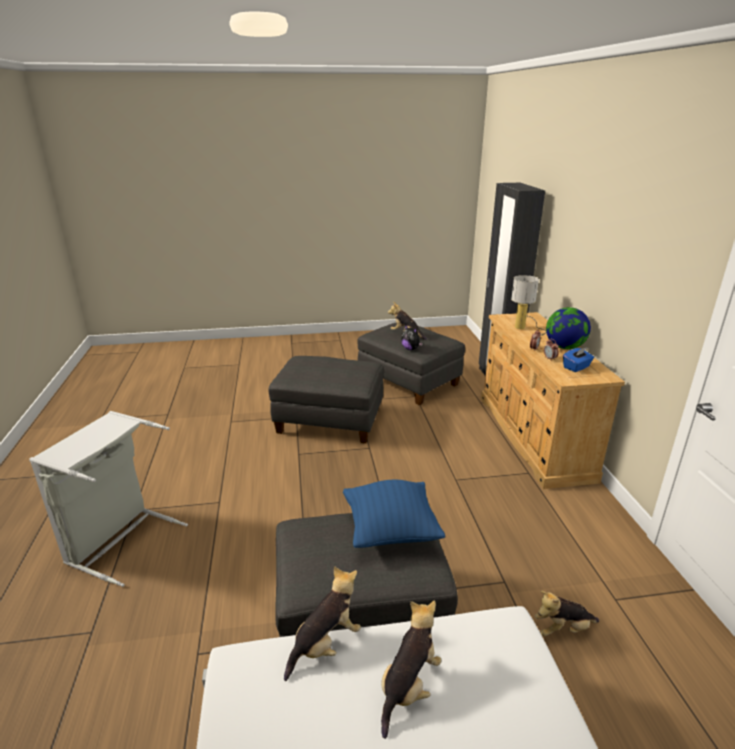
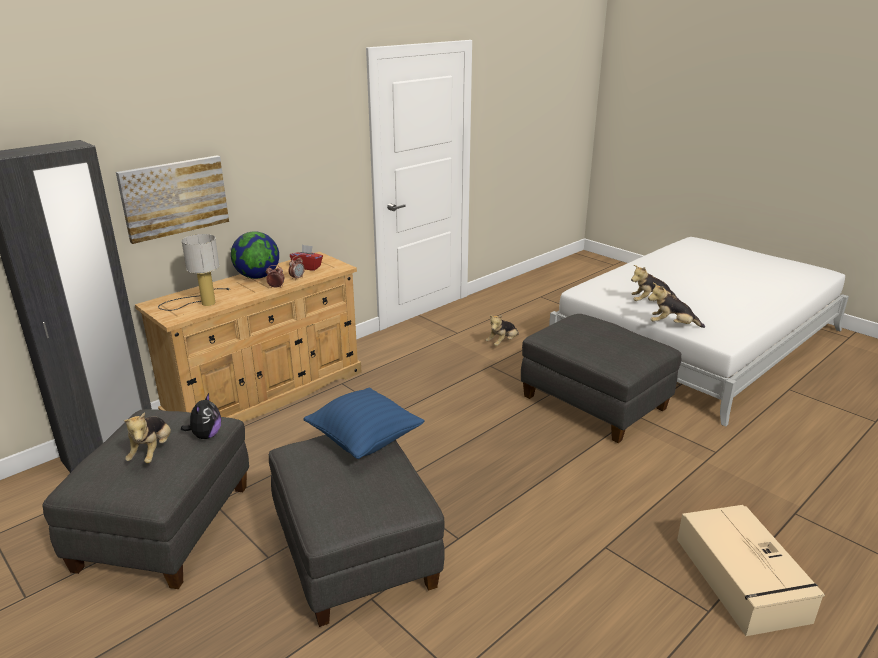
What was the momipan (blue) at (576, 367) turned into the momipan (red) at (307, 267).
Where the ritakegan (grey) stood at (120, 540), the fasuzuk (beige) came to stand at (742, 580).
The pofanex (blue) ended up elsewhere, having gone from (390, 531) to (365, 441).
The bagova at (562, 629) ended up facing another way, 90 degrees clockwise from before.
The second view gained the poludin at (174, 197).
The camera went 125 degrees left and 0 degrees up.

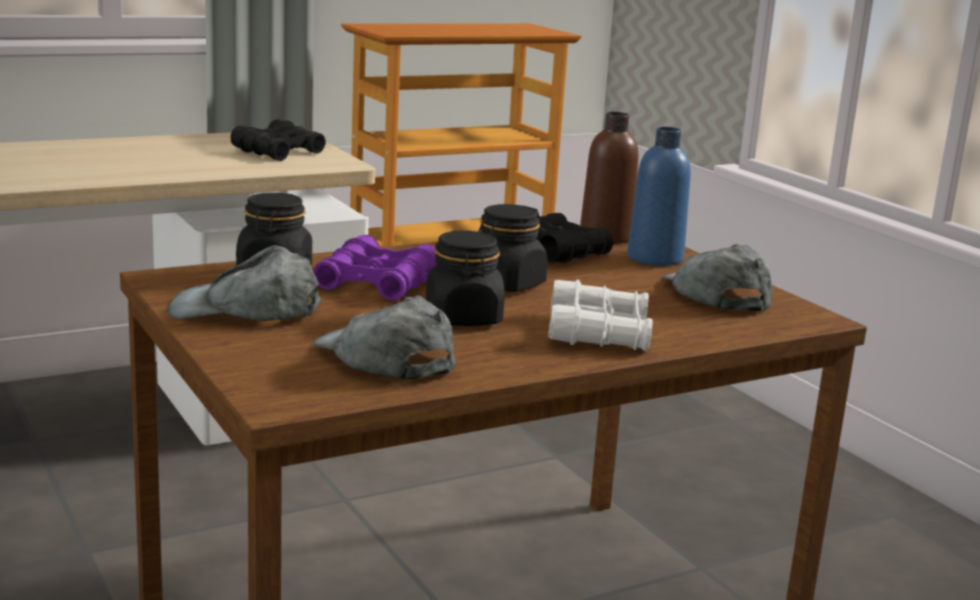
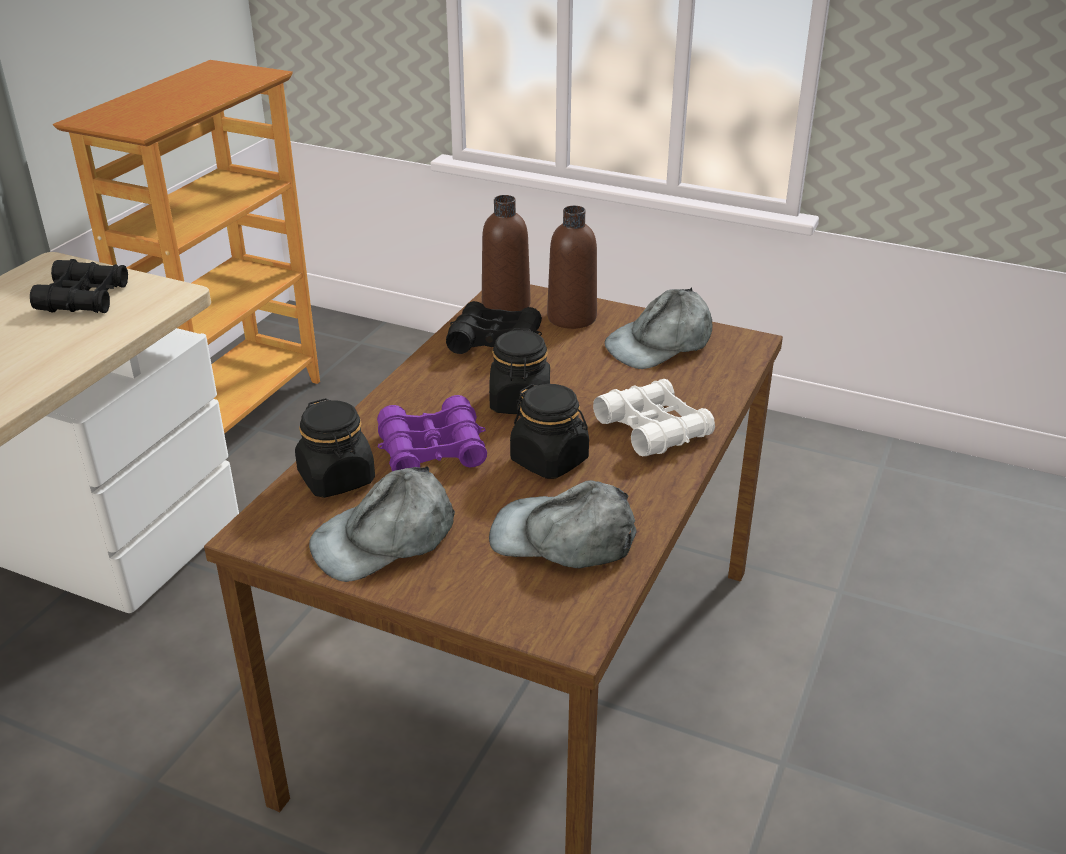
What was the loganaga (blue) at (655, 258) turned into the loganaga (brown) at (571, 318).
The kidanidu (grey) at (715, 293) ended up facing another way, 75 degrees counterclockwise from before.
The camera went 35 degrees left and 15 degrees up.

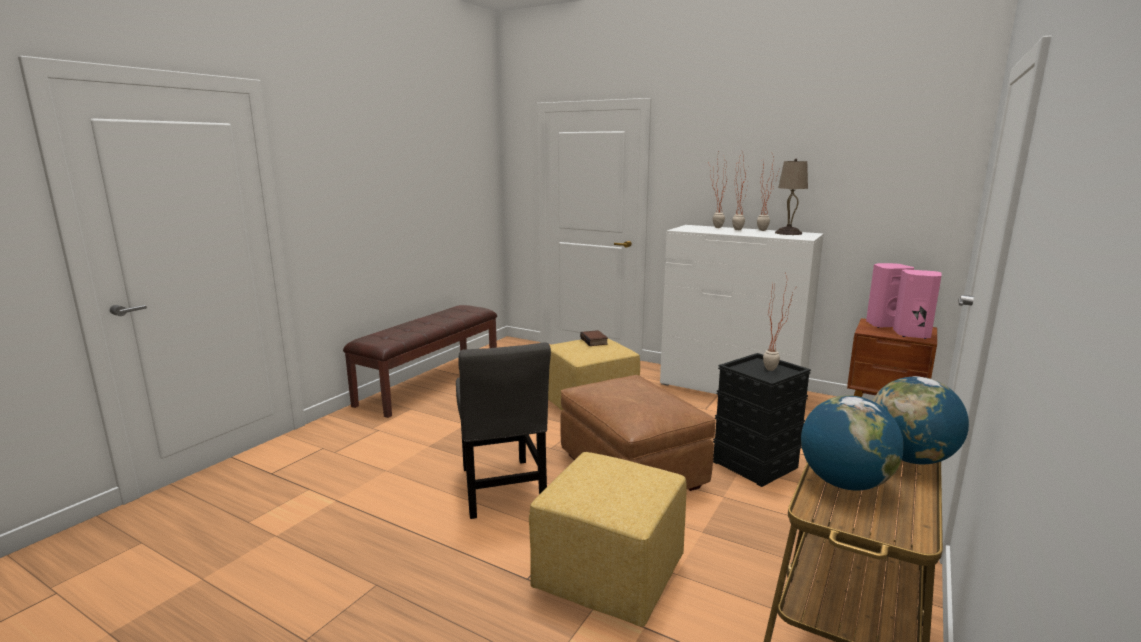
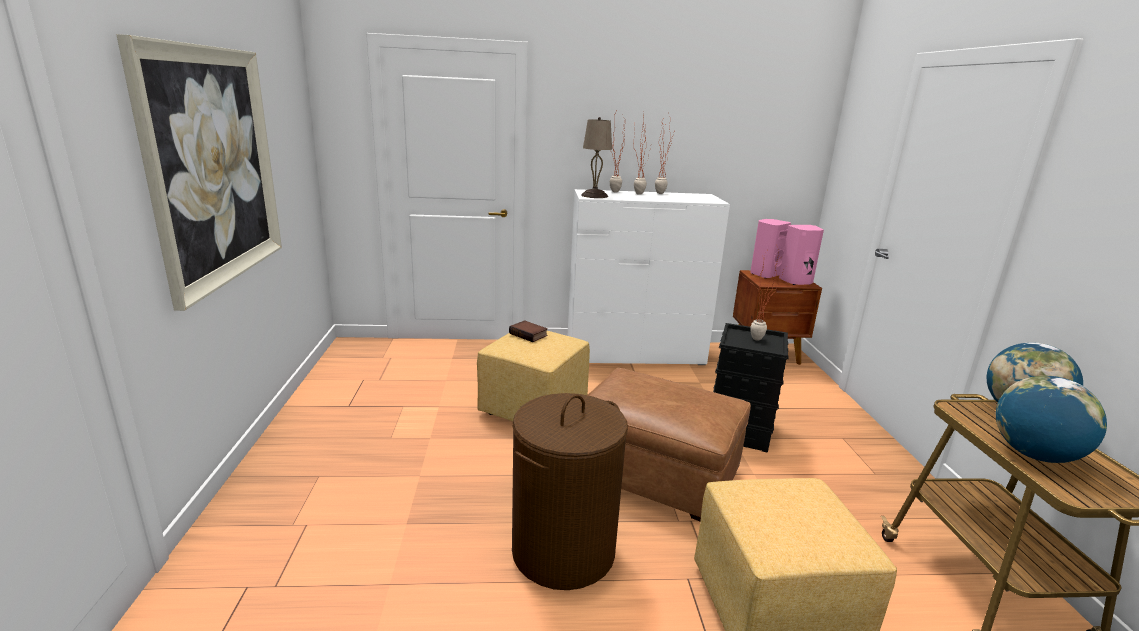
The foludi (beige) ended up elsewhere, having gone from (788, 233) to (594, 195).
The second view lost the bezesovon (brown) at (430, 383).
Where the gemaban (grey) stood at (502, 490), the ritakegan (brown) came to stand at (563, 551).
The second view gained the poludin at (214, 167).
The camera went 35 degrees left and 5 degrees up.

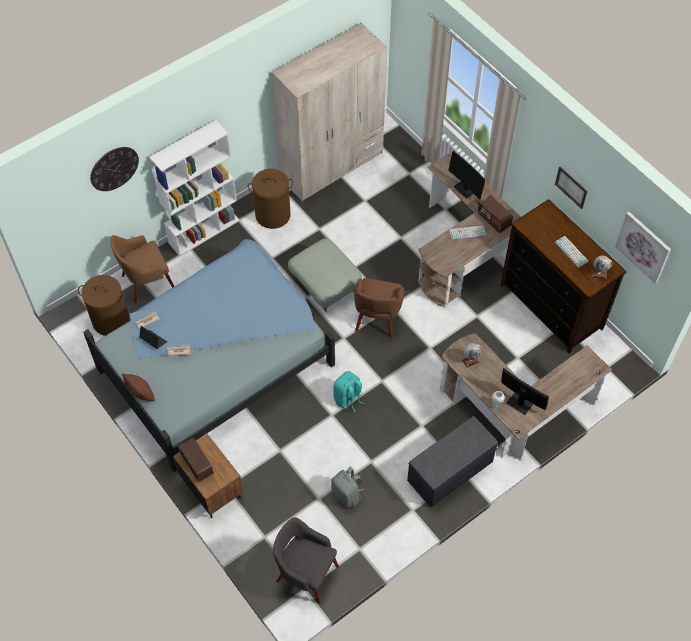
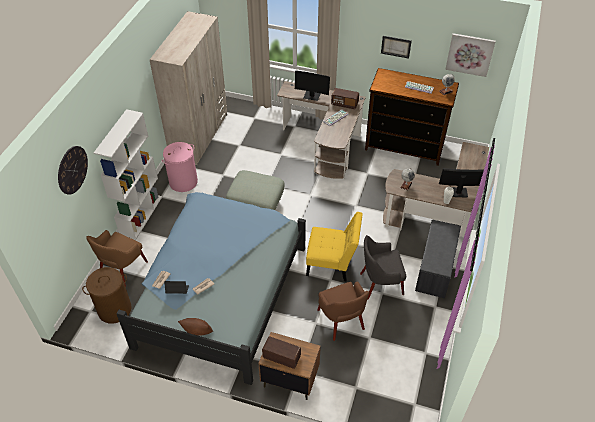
What was the ritakegan (brown) at (273, 214) turned into the ritakegan (pink) at (183, 182).
The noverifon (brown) ended up elsewhere, having gone from (377, 318) to (341, 320).
Where the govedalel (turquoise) stood at (348, 399), the gemaban (yellow) came to stand at (332, 264).
The second view lost the govedalel (grey) at (347, 494).
The noverifon (grey) ended up elsewhere, having gone from (306, 573) to (380, 284).
The camera went 35 degrees left and 10 degrees down.

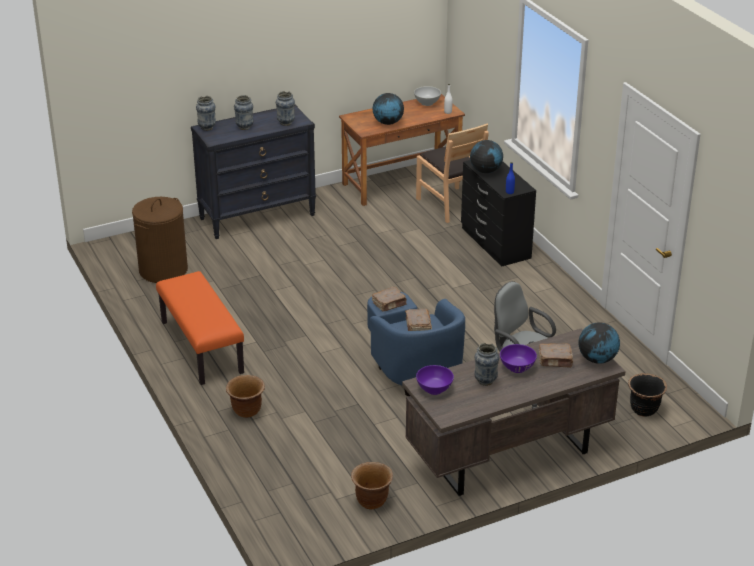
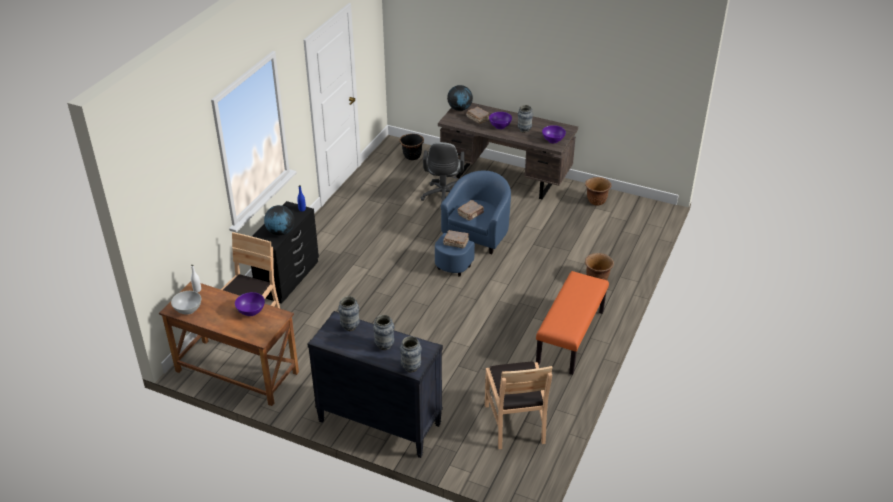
Where the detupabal stood at (388, 123), the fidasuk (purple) came to stand at (251, 311).
Where the ritakegan (brown) stood at (163, 270), the gemaban (brown) came to stand at (515, 423).
The camera went 130 degrees left and 5 degrees up.

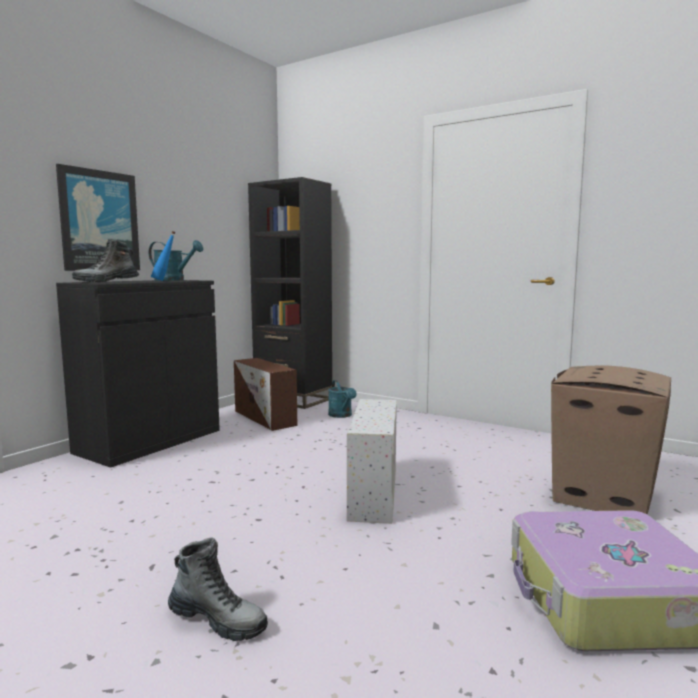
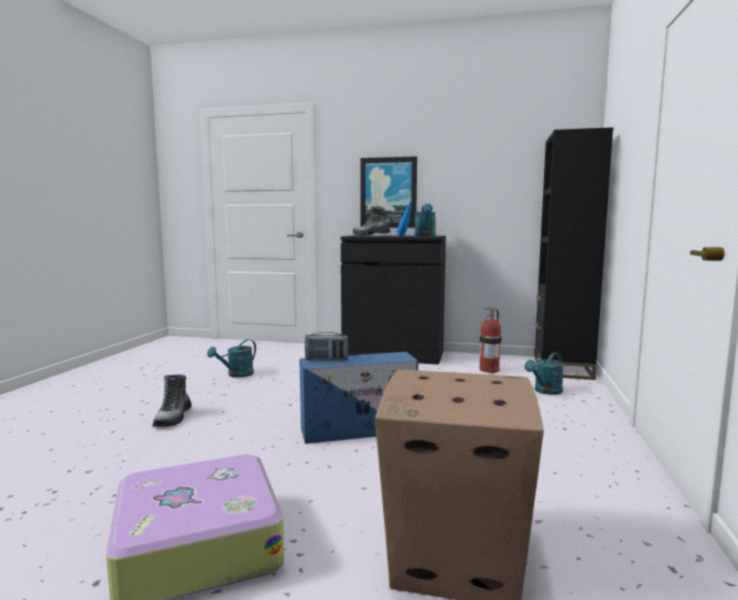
Where the fasuzuk (brown) stood at (265, 418), the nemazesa came to stand at (489, 370).
What was the fasuzuk (white) at (373, 492) turned into the fasuzuk (blue) at (360, 430).
The second view gained the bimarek at (326, 360).
The second view gained the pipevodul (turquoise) at (236, 375).
The camera went 70 degrees right and 0 degrees up.

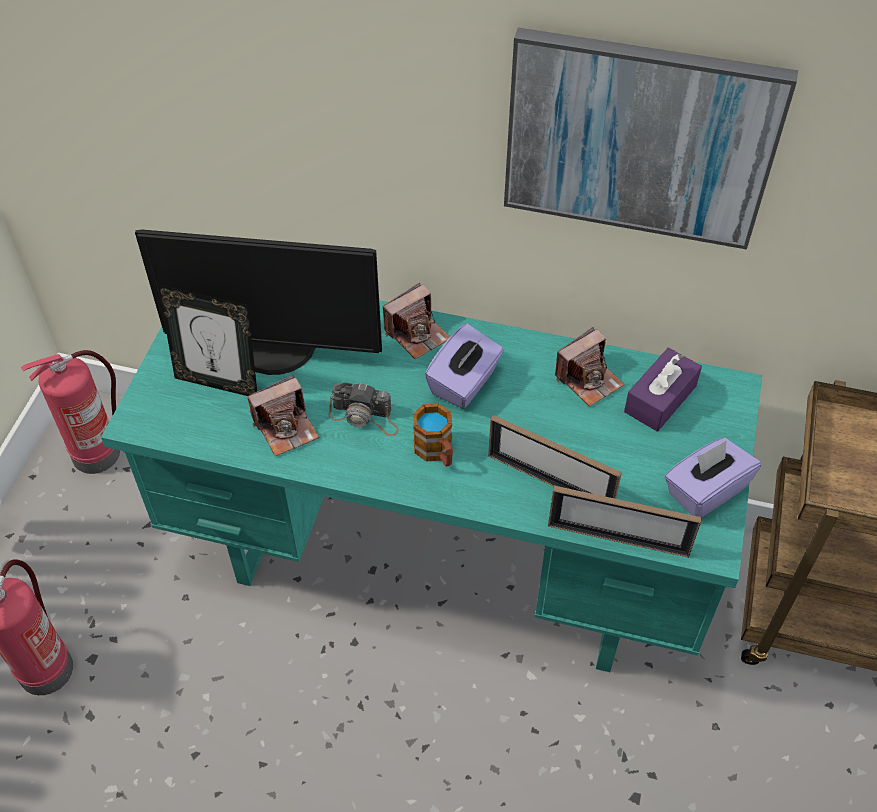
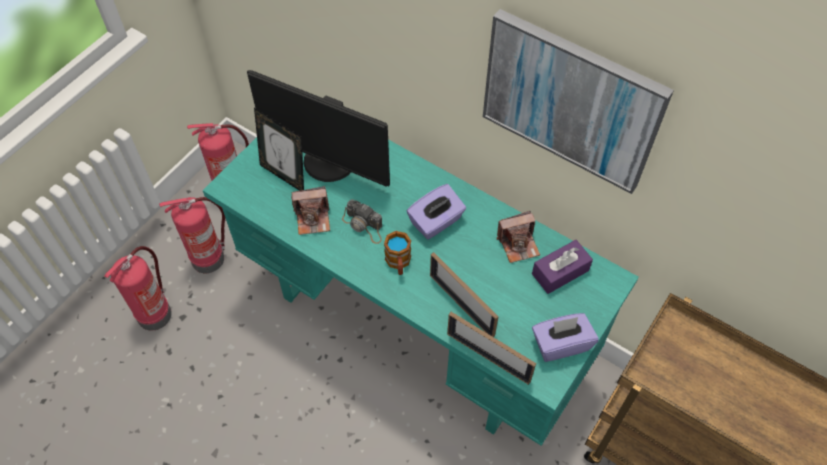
The second view lost the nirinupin at (417, 334).
The second view gained the nemazesa at (209, 258).
The camera went 20 degrees right and 5 degrees up.

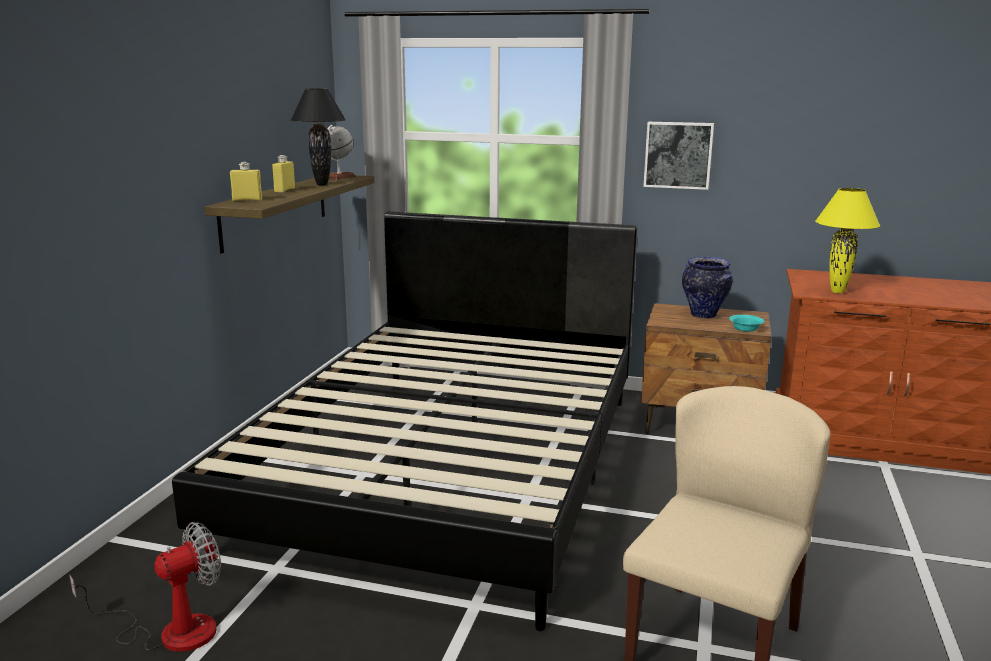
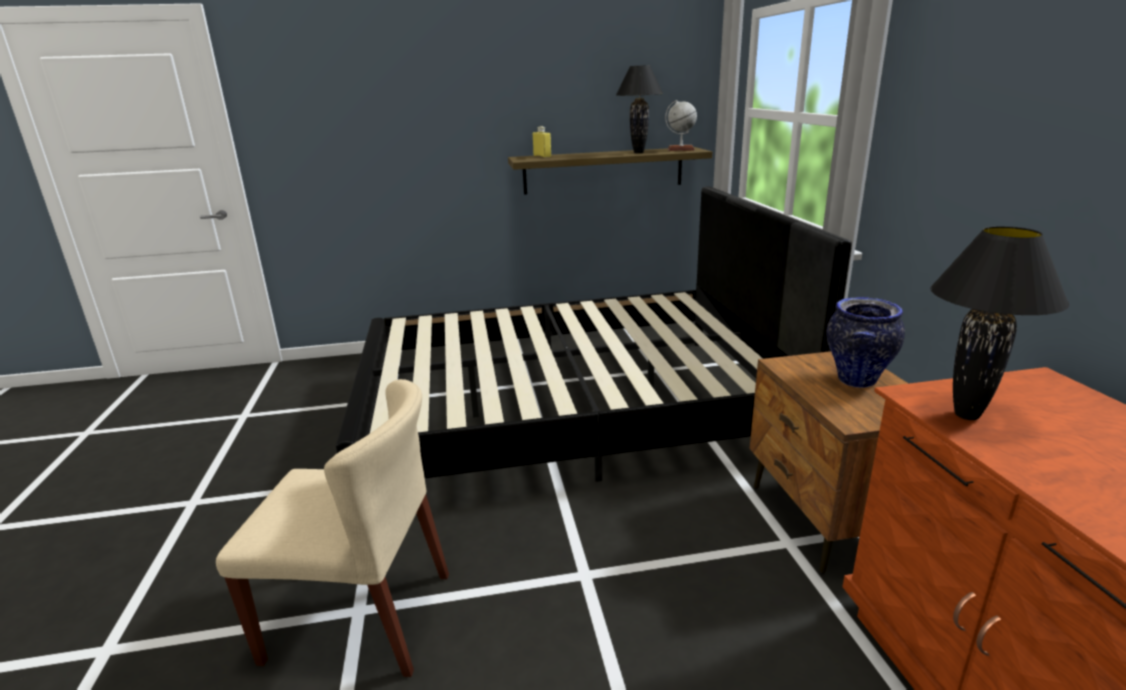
The second view lost the poludin at (678, 155).
The second view lost the loganaga (yellow) at (284, 190).
What was the foludi (yellow) at (837, 292) turned into the foludi (black) at (965, 415).
The second view lost the fidasuk (turquoise) at (745, 329).
The second view lost the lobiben at (170, 631).
The camera went 65 degrees right and 5 degrees up.

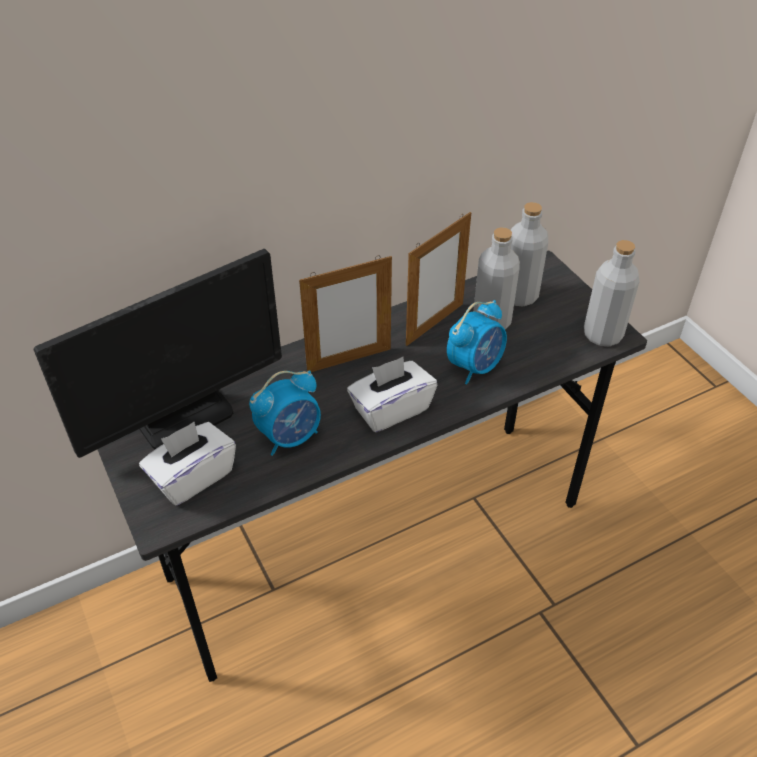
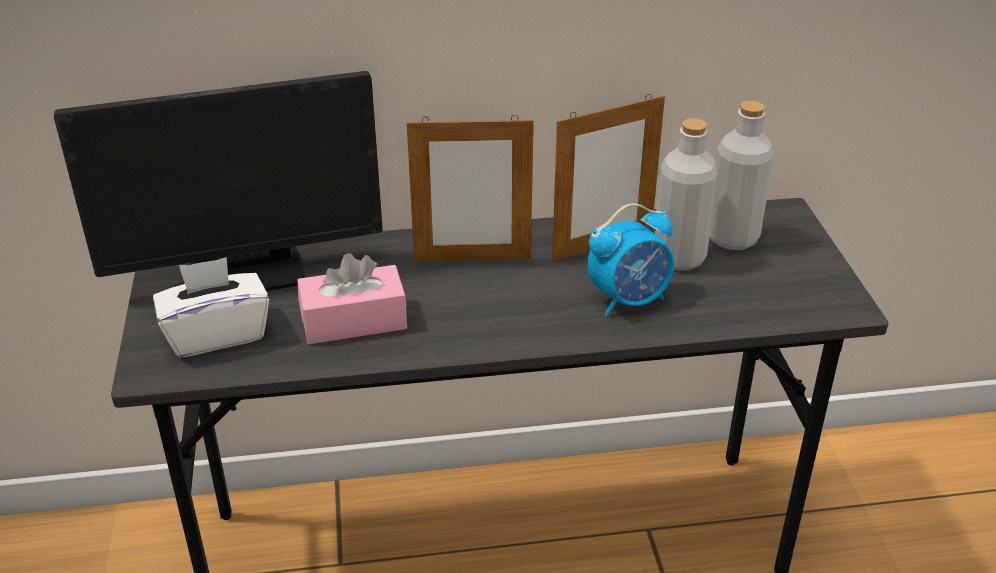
The second view lost the loganaga (grey) at (602, 335).
The second view lost the momipan (white) at (391, 409).
Where the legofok stood at (290, 437), the momipan (pink) came to stand at (354, 321).
The camera went 20 degrees right and 10 degrees down.

